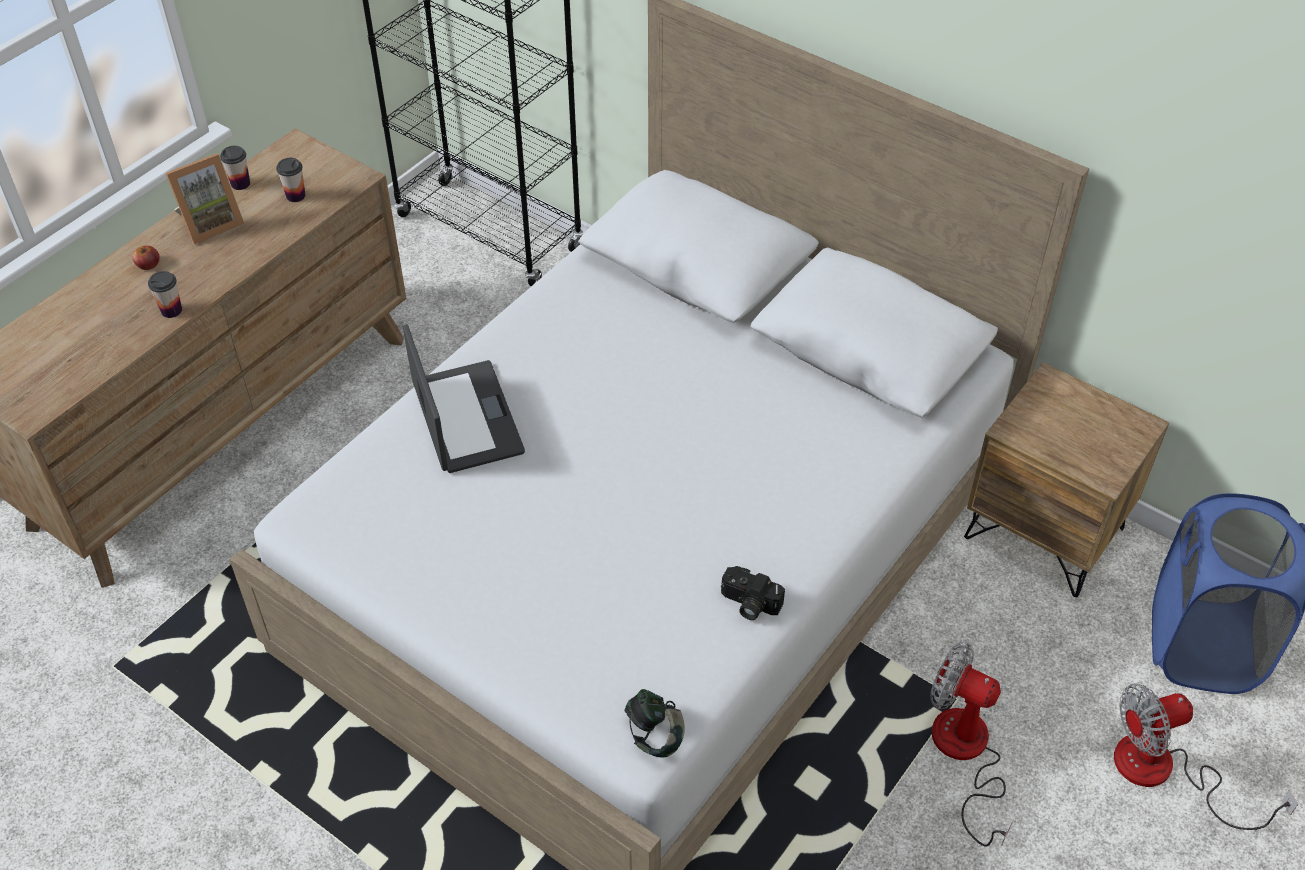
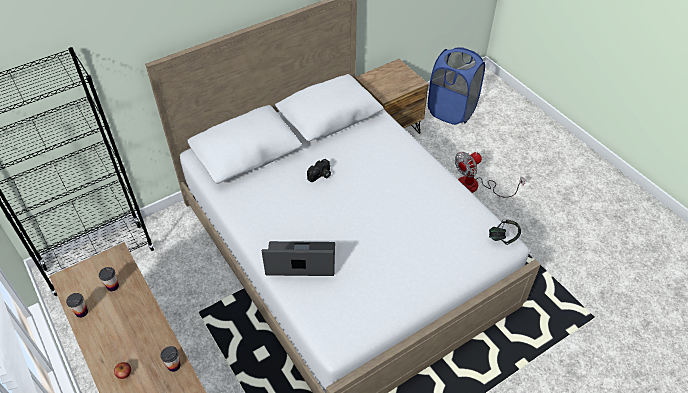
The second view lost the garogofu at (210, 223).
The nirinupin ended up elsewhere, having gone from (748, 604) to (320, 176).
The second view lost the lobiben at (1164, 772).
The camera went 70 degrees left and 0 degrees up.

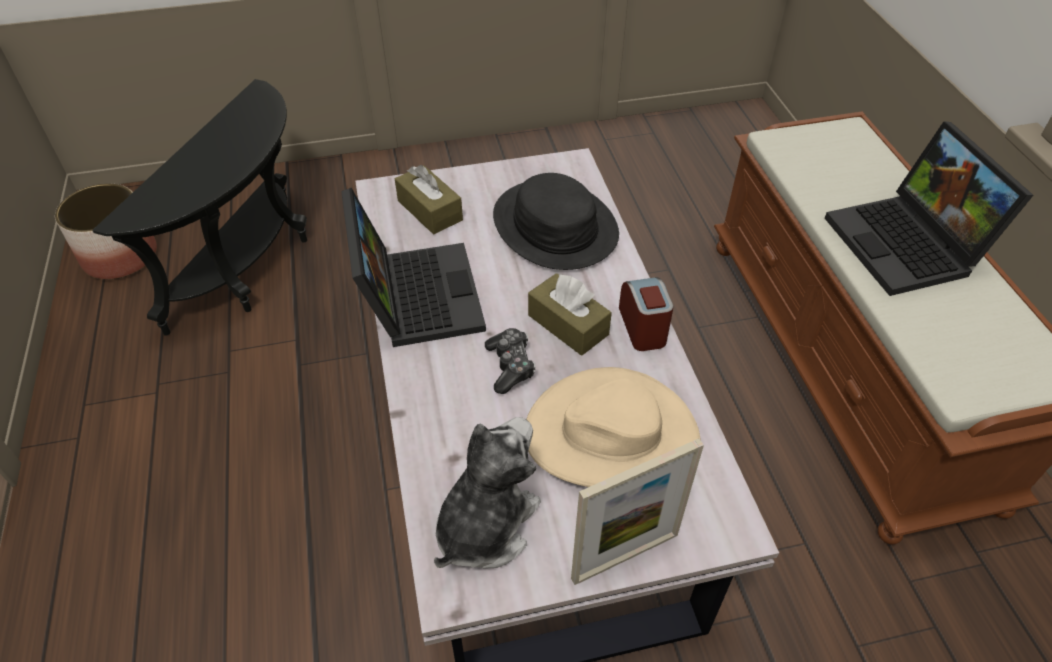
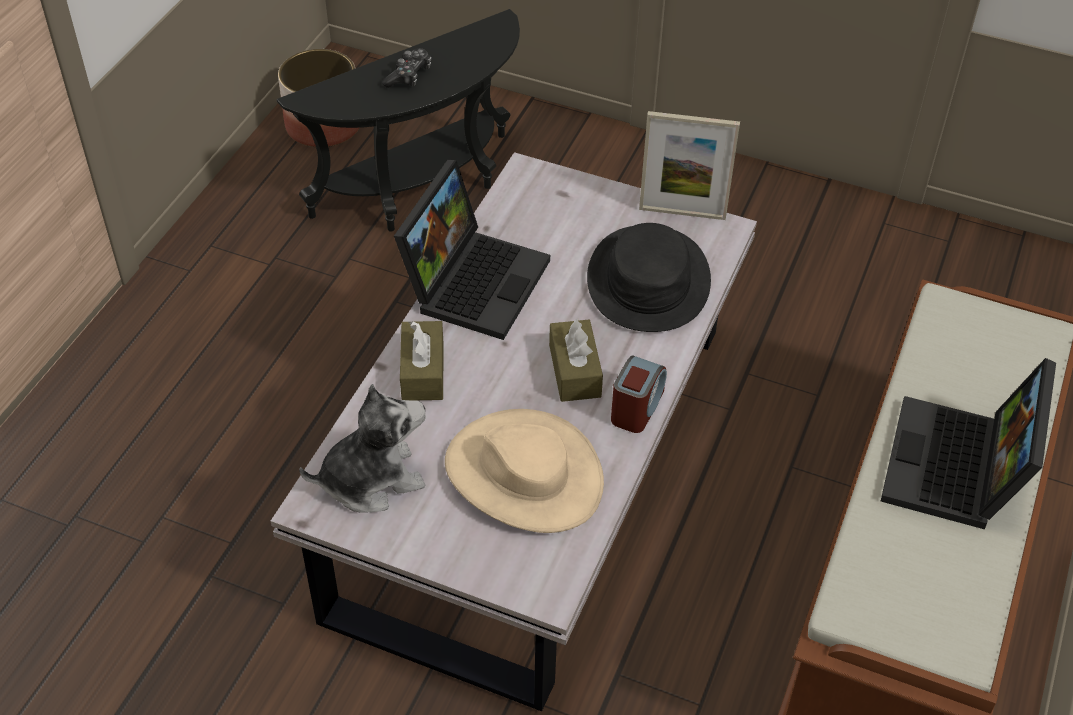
The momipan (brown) ended up elsewhere, having gone from (430, 210) to (422, 371).
The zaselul ended up elsewhere, having gone from (510, 366) to (409, 76).
The garogofu ended up elsewhere, having gone from (625, 556) to (682, 213).
The camera went 35 degrees right and 0 degrees up.

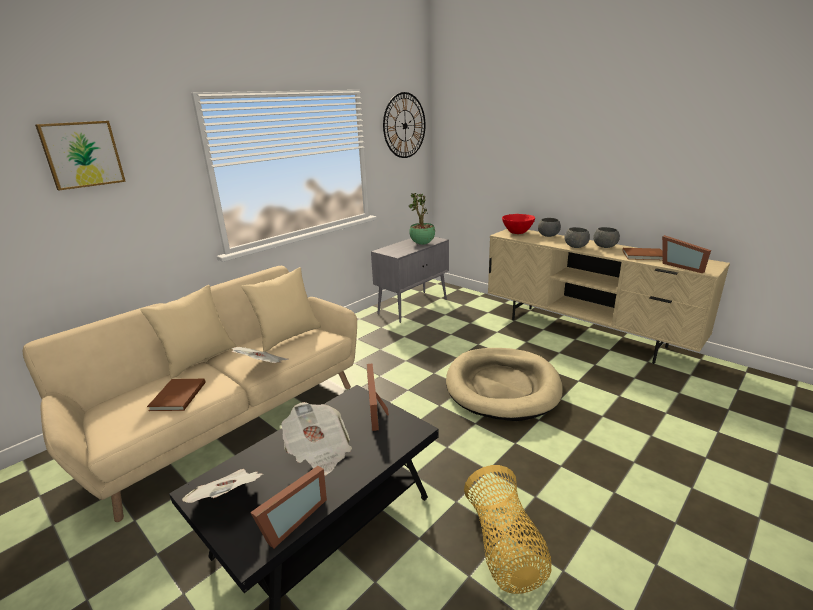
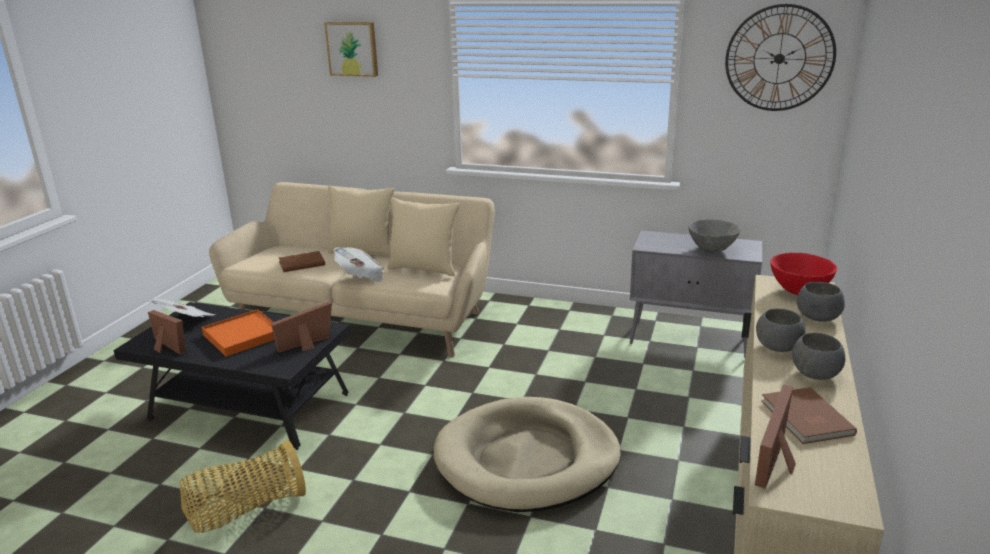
Where the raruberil stood at (422, 244), the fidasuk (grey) came to stand at (711, 250).
Where the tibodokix stood at (319, 451), the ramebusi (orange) came to stand at (242, 336).
The garogofu at (290, 520) ended up facing another way, 150 degrees counterclockwise from before.
The camera went 65 degrees right and 0 degrees up.

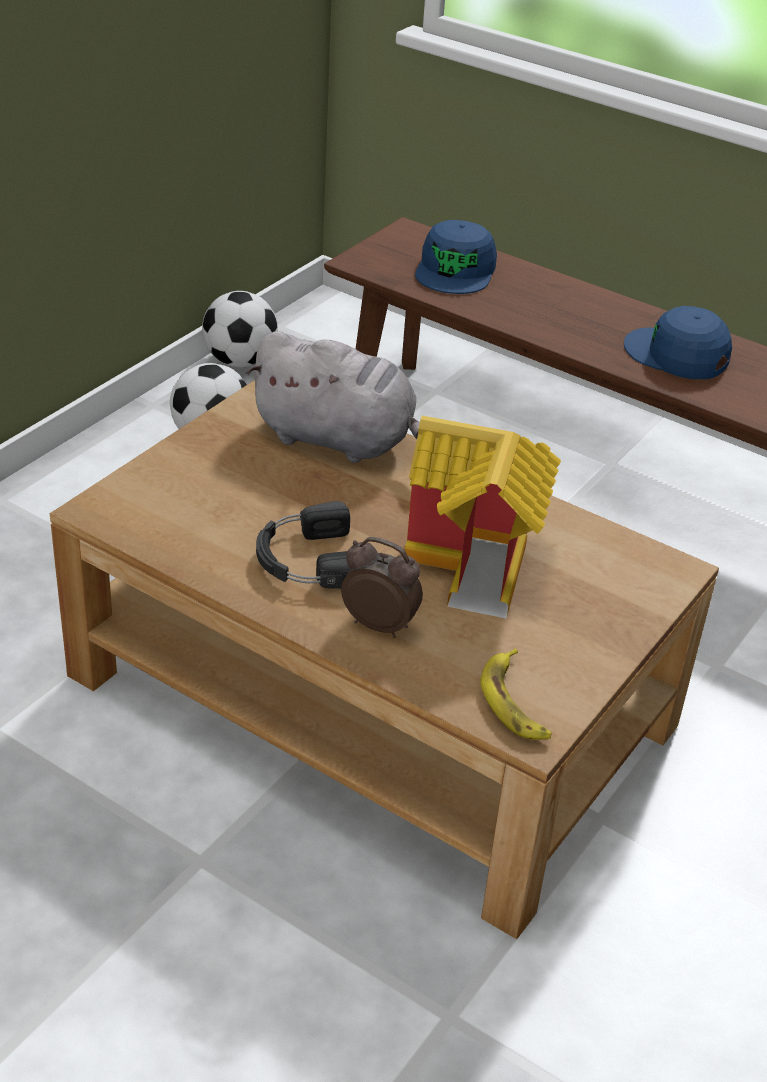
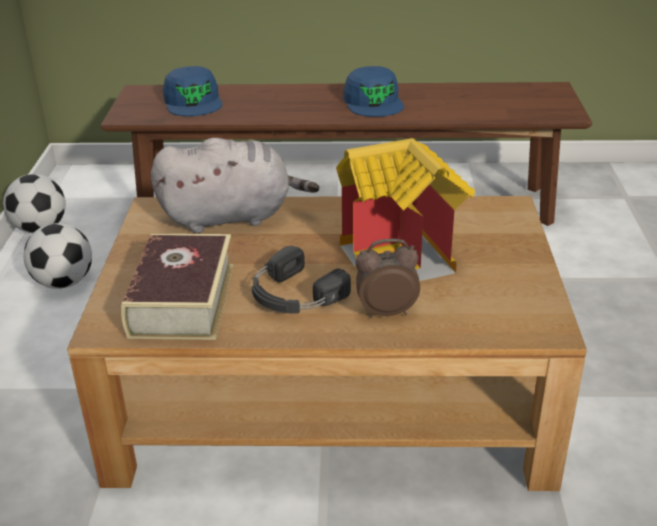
The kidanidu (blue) at (677, 355) ended up facing another way, 105 degrees counterclockwise from before.
The second view lost the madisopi at (515, 702).
The second view gained the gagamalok at (182, 300).
The camera went 30 degrees left and 5 degrees down.

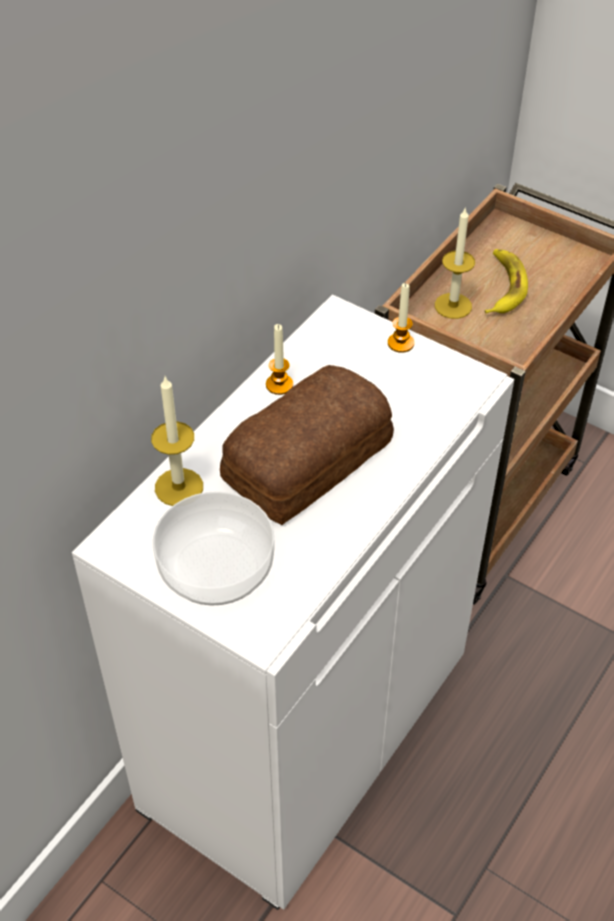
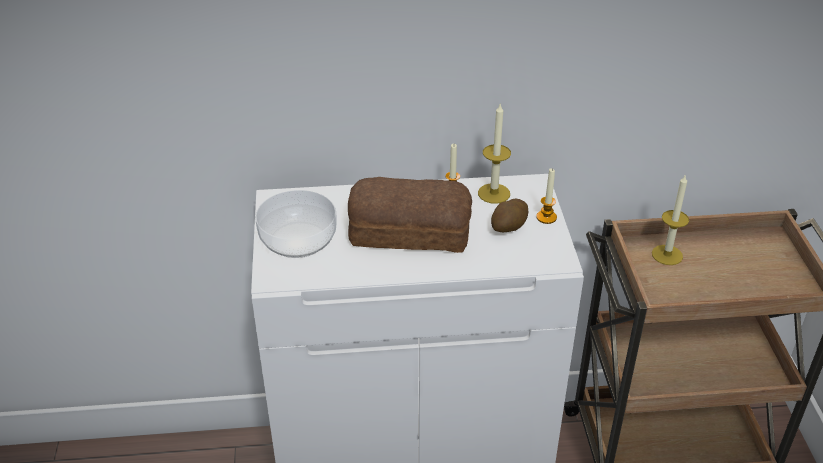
The second view lost the madisopi at (503, 286).
The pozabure ended up elsewhere, having gone from (179, 487) to (494, 193).
The second view gained the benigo at (508, 227).
The camera went 50 degrees right and 10 degrees down.

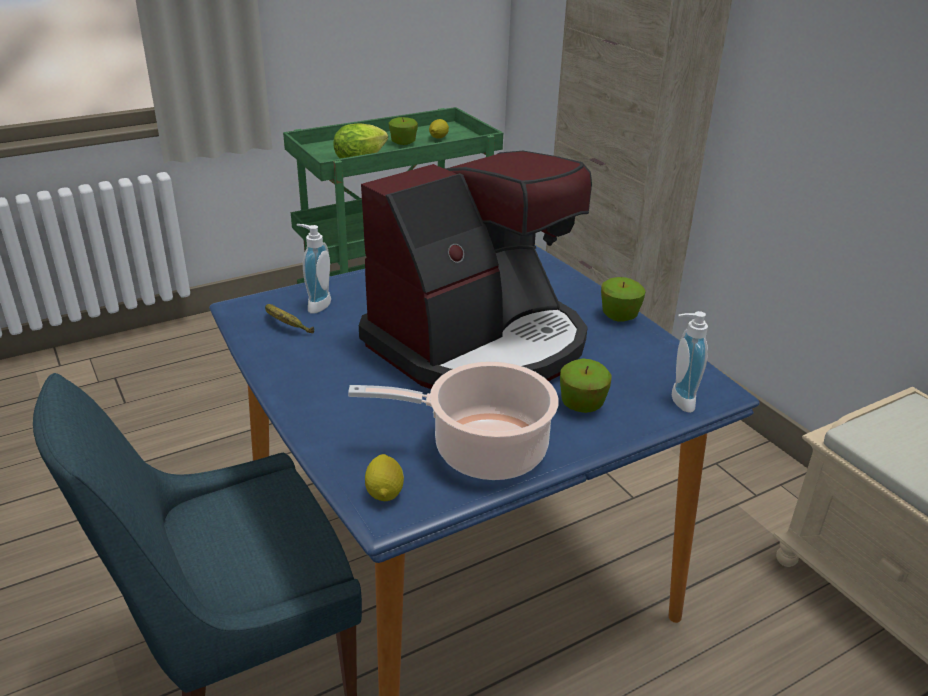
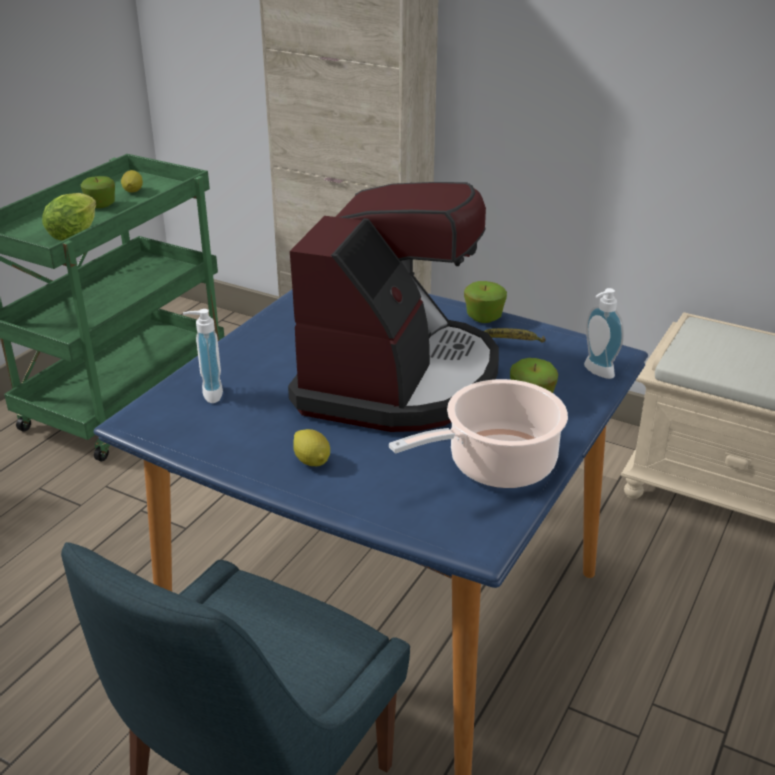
The madisopi ended up elsewhere, having gone from (286, 325) to (514, 343).
The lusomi ended up elsewhere, having gone from (385, 492) to (312, 461).
The camera went 30 degrees left and 0 degrees up.

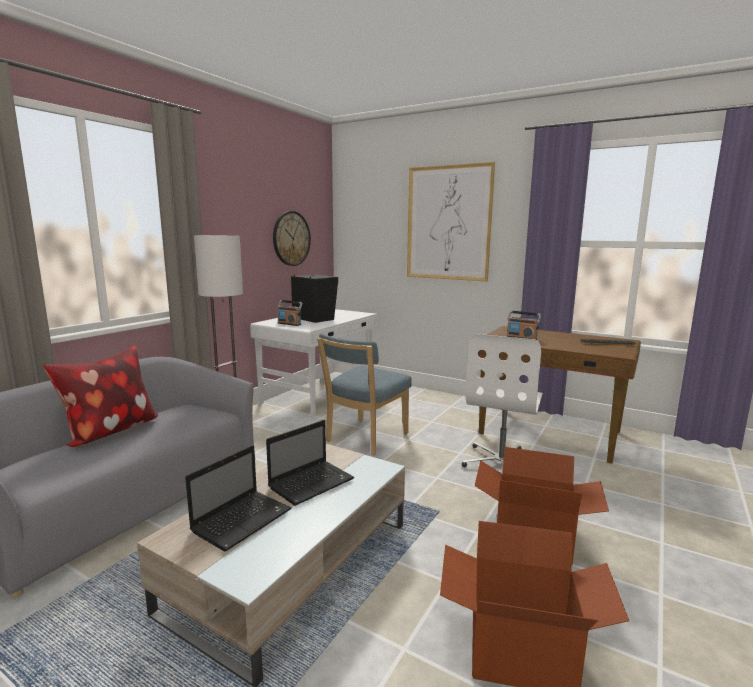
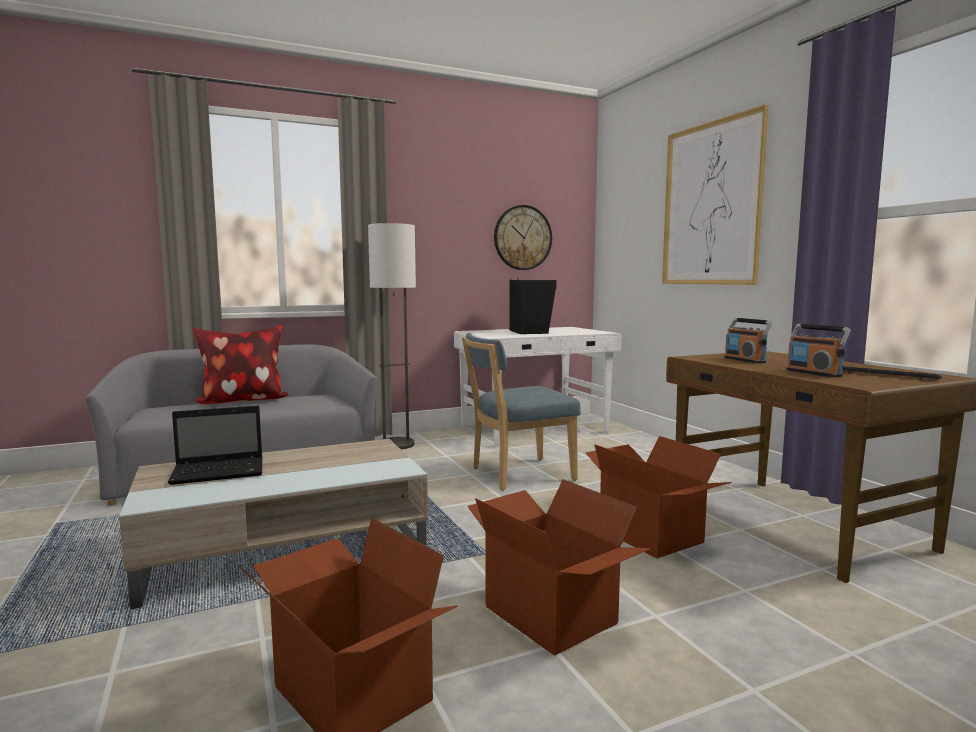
The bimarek ended up elsewhere, having gone from (289, 324) to (814, 373).
Where the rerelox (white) stood at (502, 463), the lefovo came to stand at (651, 535).
The second view lost the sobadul at (312, 483).
The camera went 35 degrees right and 5 degrees down.

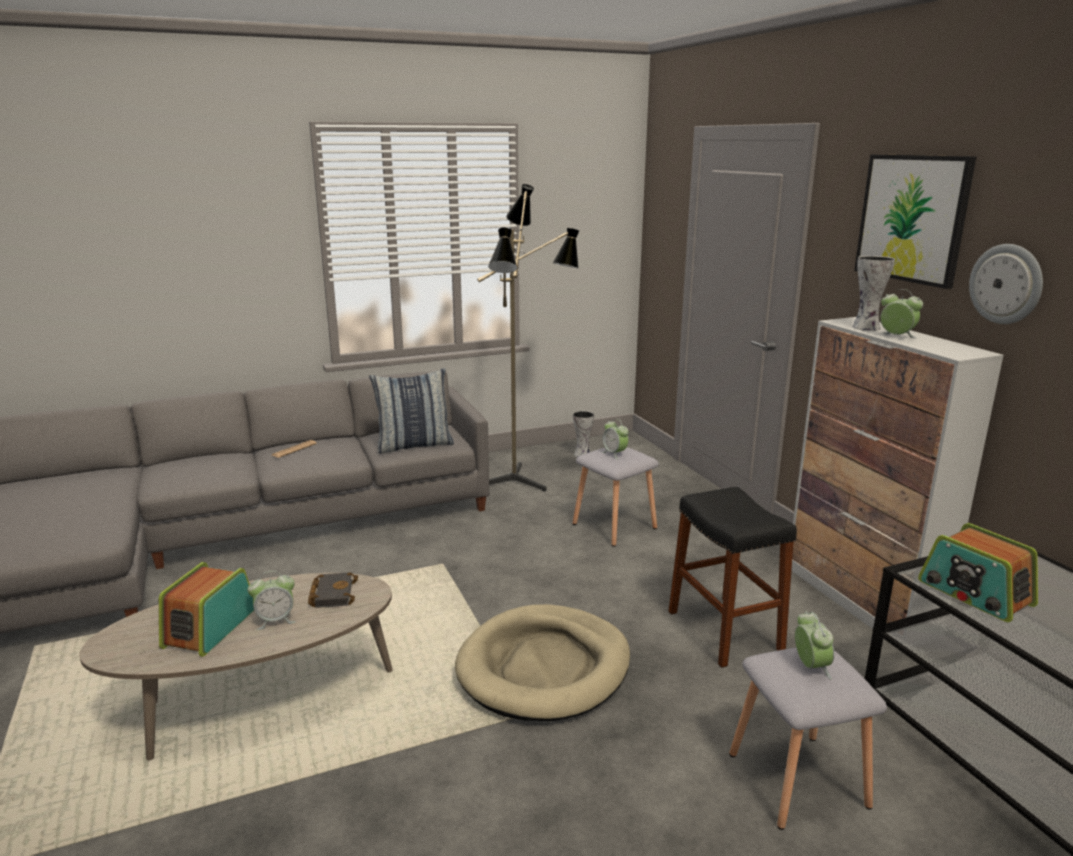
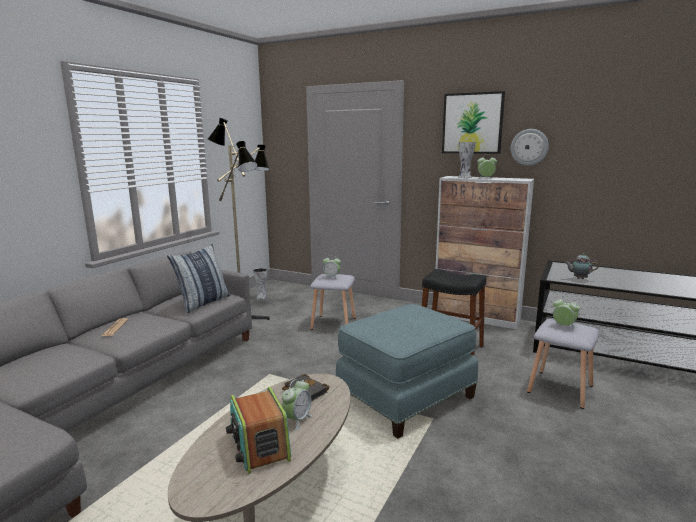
Where the bimarek stood at (974, 594), the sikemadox came to stand at (579, 278).
Where the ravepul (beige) stood at (544, 667), the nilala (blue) came to stand at (405, 397).
The camera went 40 degrees left and 5 degrees down.

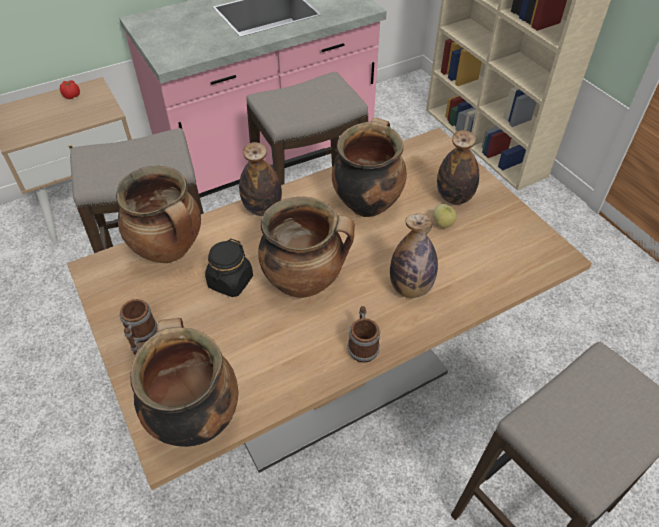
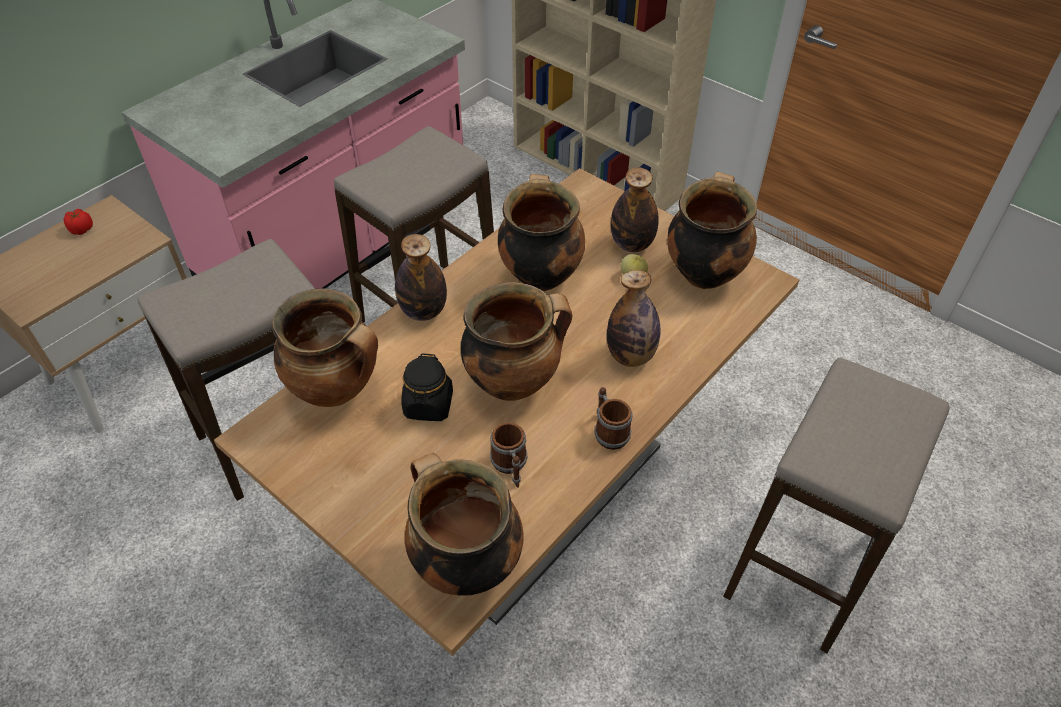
The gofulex ended up elsewhere, having gone from (141, 336) to (510, 466).
The second view gained the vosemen at (703, 272).
The camera went 20 degrees left and 0 degrees up.

